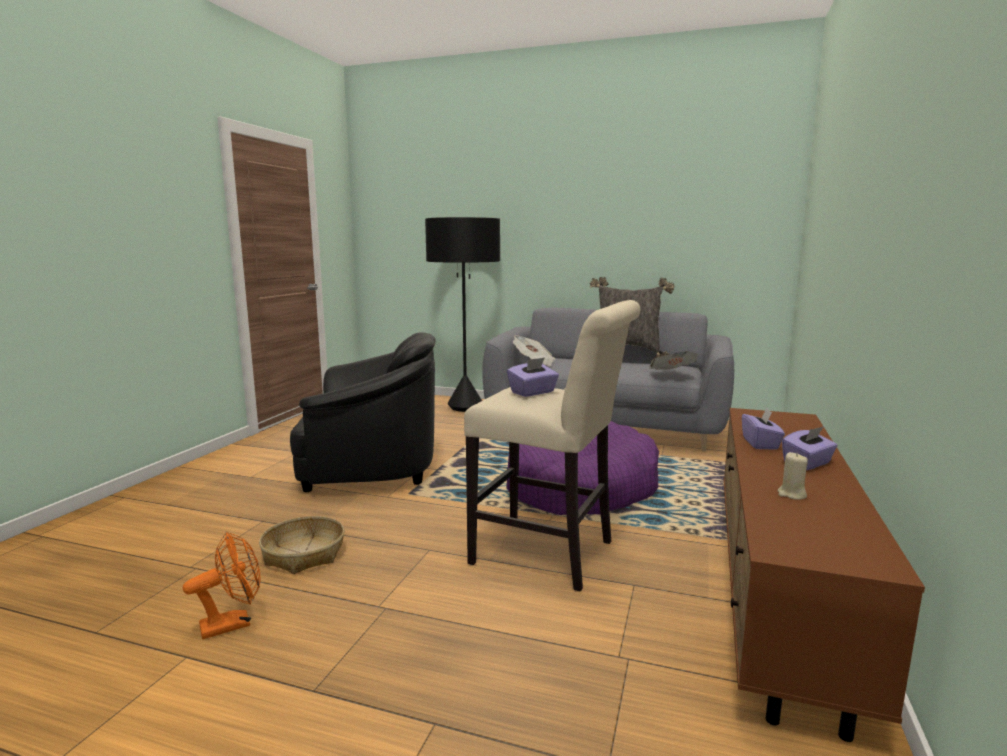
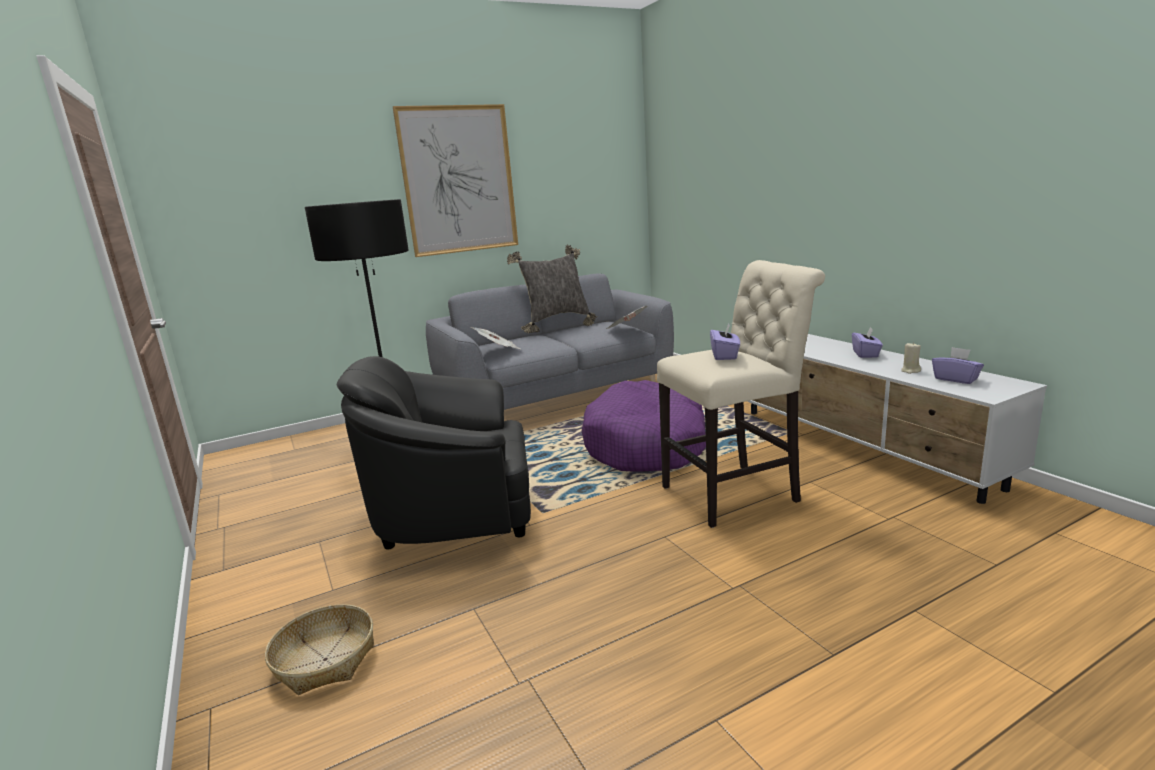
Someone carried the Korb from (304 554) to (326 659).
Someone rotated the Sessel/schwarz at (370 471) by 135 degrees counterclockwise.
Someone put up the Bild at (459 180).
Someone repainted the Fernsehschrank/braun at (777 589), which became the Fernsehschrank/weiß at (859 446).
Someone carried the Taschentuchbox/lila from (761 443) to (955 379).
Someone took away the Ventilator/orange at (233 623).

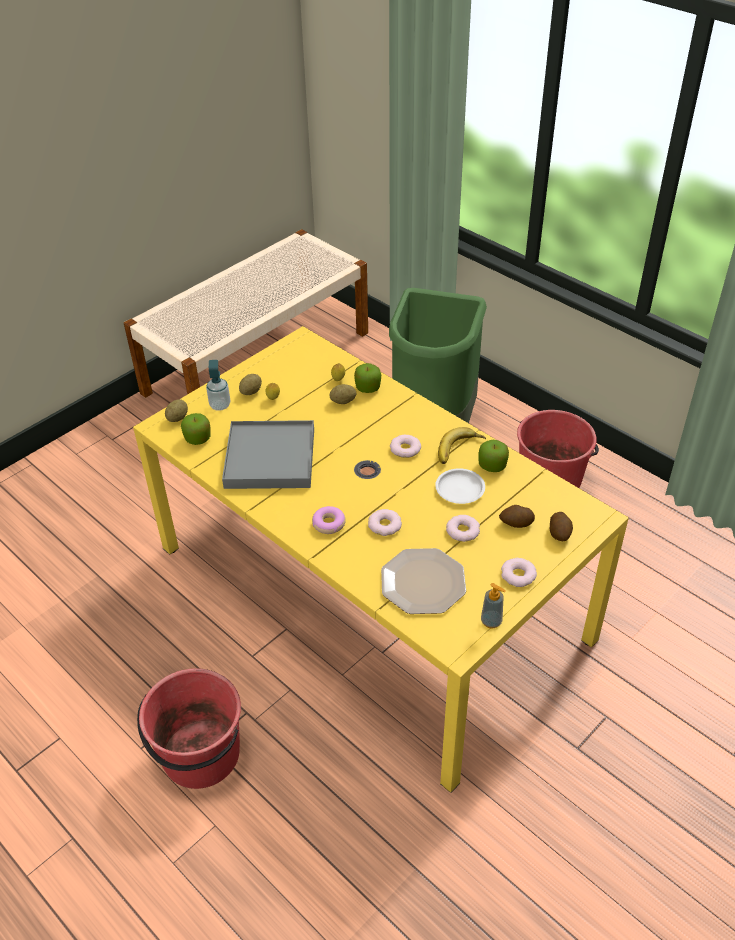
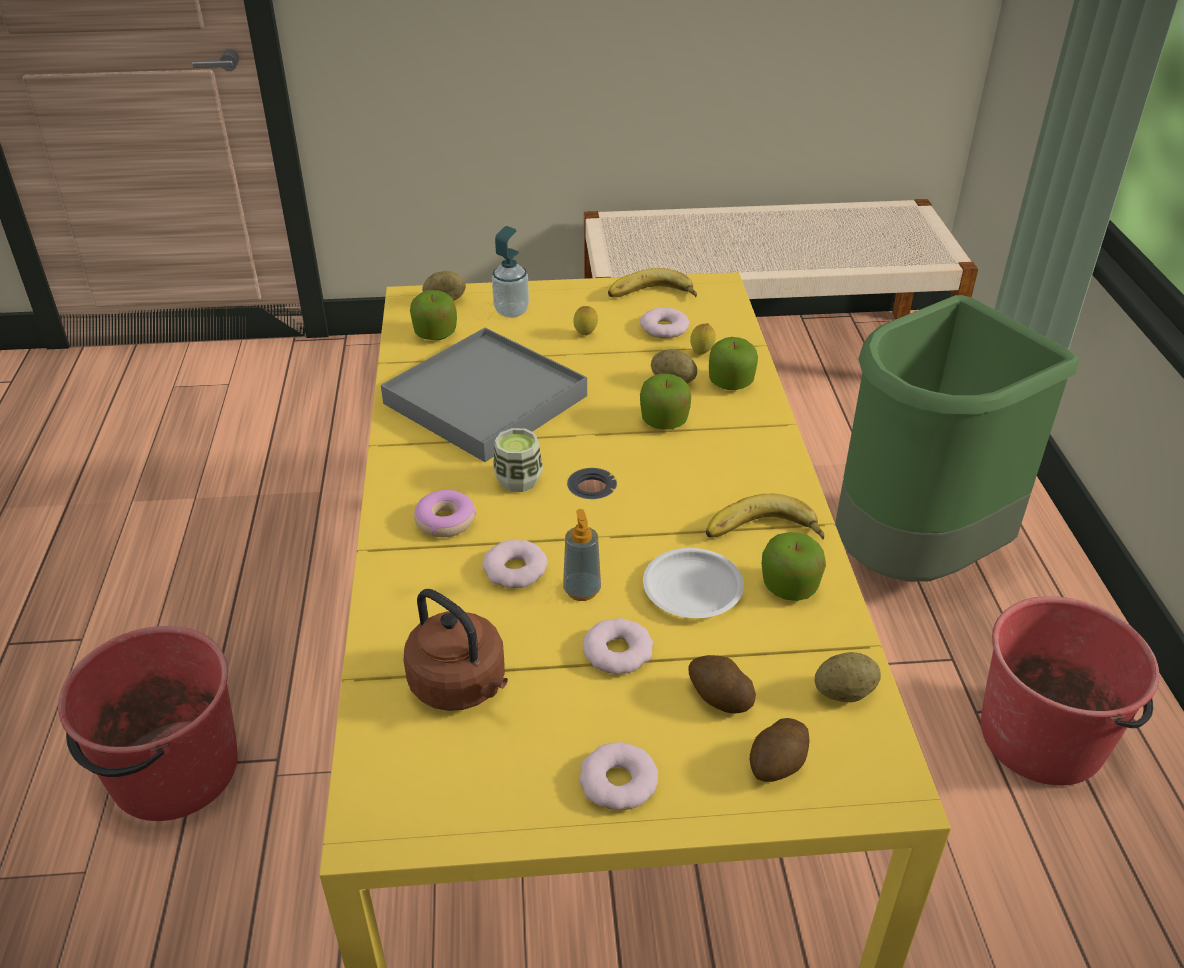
Someone swapped the Teller at (423 582) for the Wasserkessel/braun at (461 686).
Someone put down the Tasse at (518 480).
Someone carried the Seifenspender from (491 621) to (582 590).
Someone put down the Banane at (652 296).
Someone carried the Donut from (405 449) to (664 328).
Someone put down the Apfel at (664 421).
Someone carried the Kartoffel from (251 392) to (844 692).

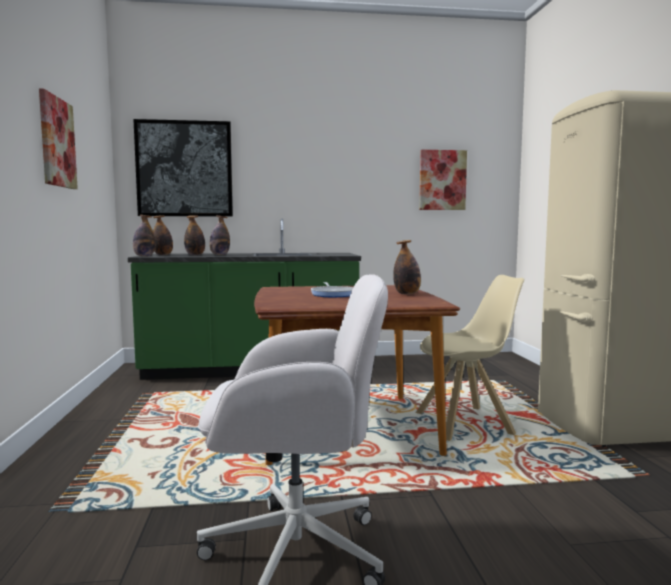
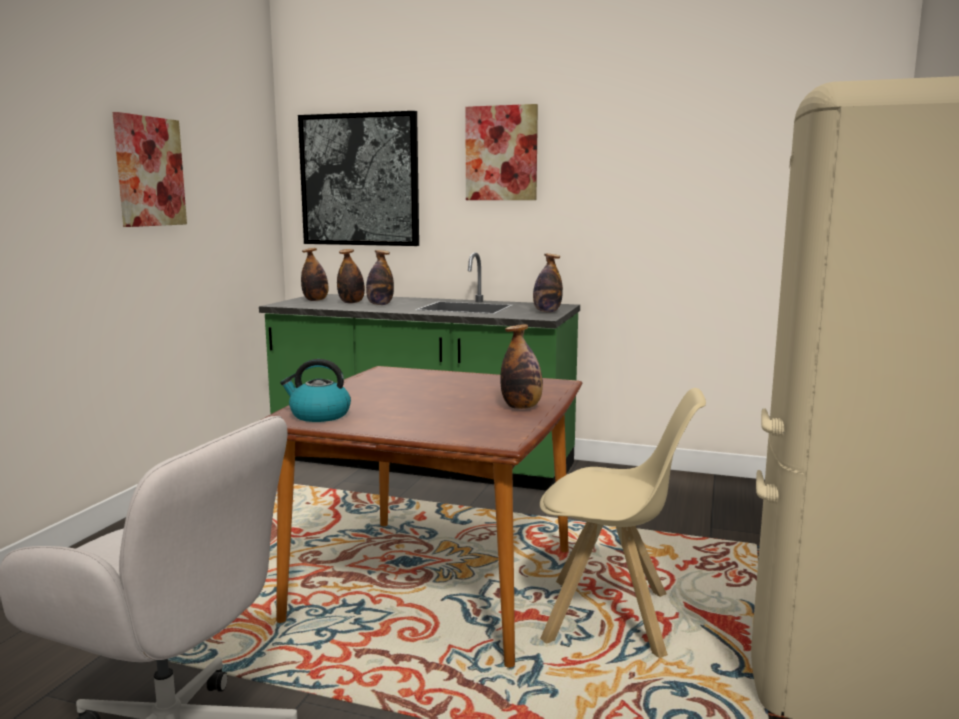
Someone put down the Wasserkessel at (319 415).
Someone carried the Bild from (442 180) to (501 153).
Someone carried the Flasche from (144 256) to (547 311).
Someone took away the Pfanne at (333 294).

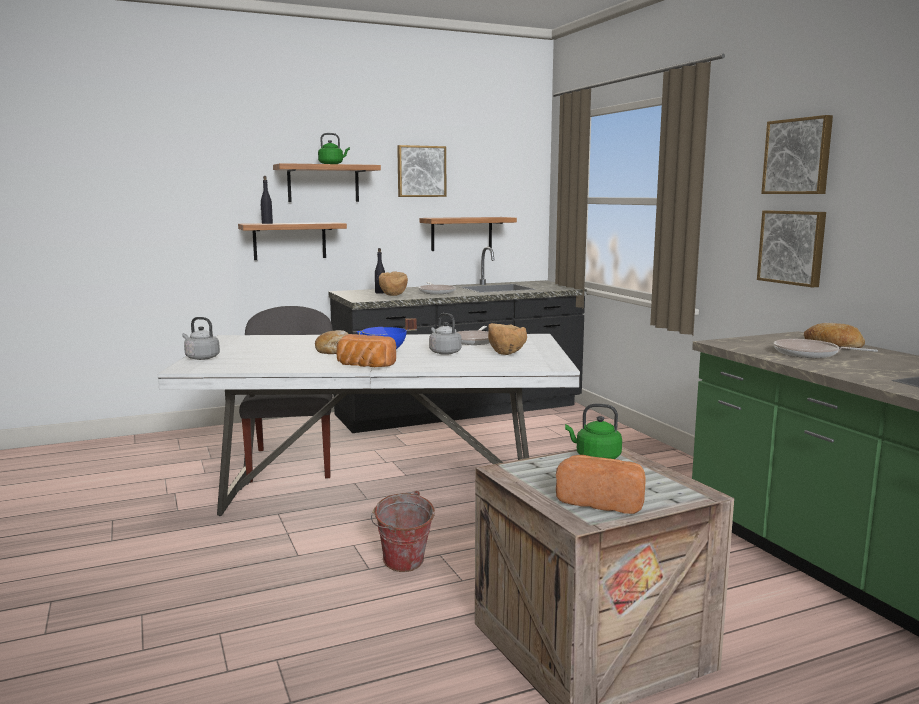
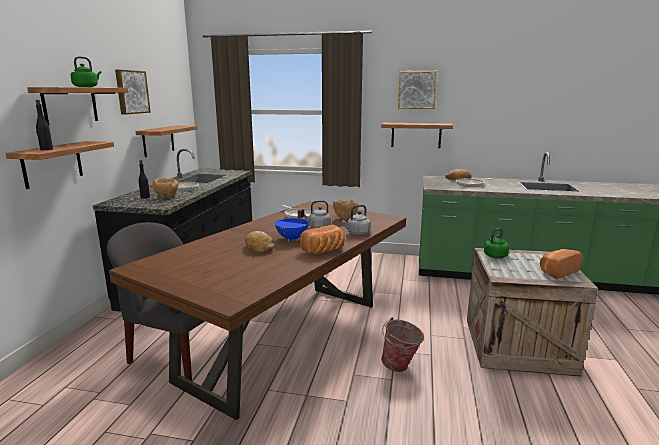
Someone repainted the Esstisch/weiß at (383 492), which became the Esstisch/braun at (286 339).
Someone carried the Wasserkessel/grau from (201 358) to (357 233).
Someone swapped the Bild at (793 247) for the Wandregal at (416 135).

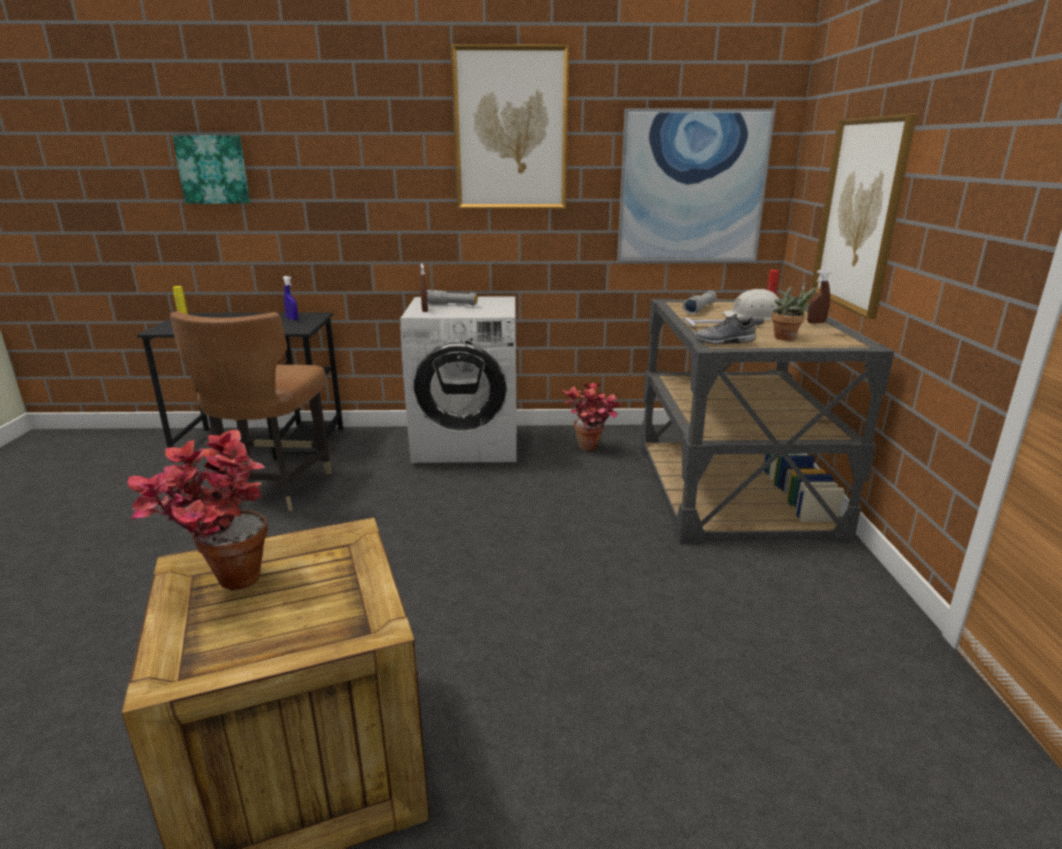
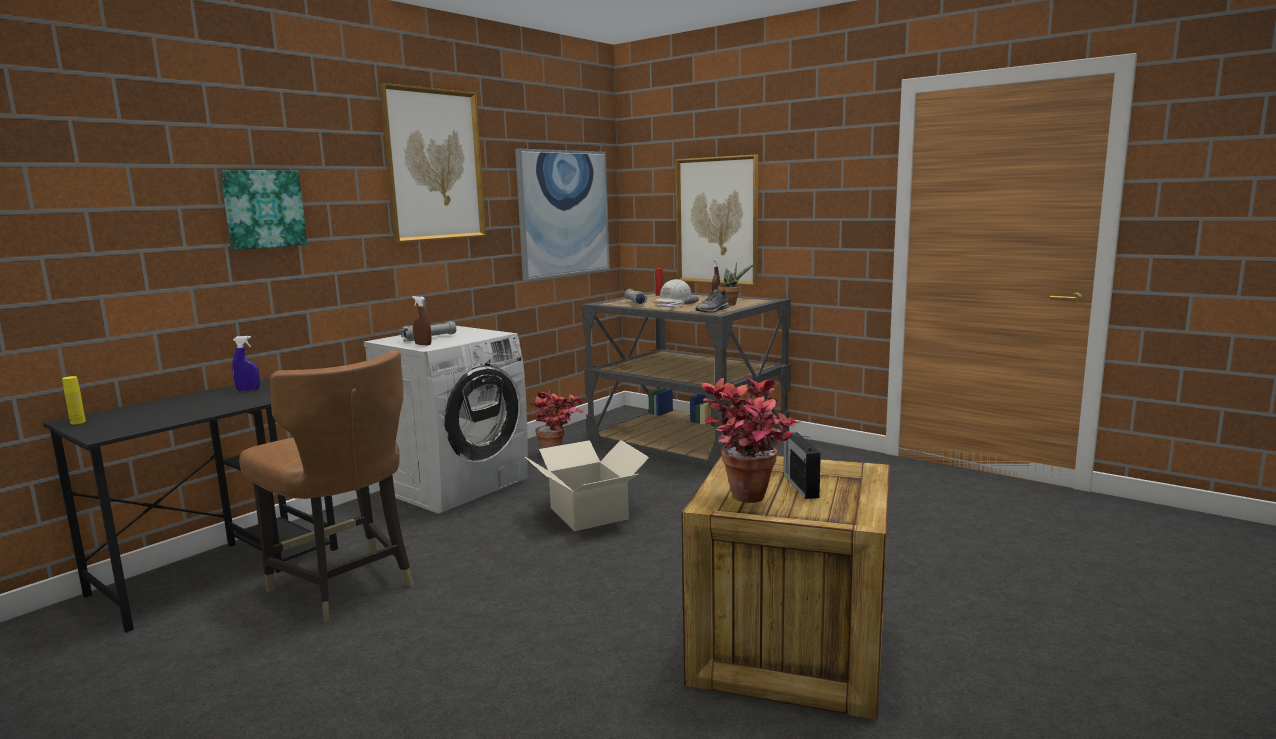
Someone carried the Bild from (213 169) to (263 209).
Someone put down the Karton at (589 513).
Someone put down the Radio at (800 485).

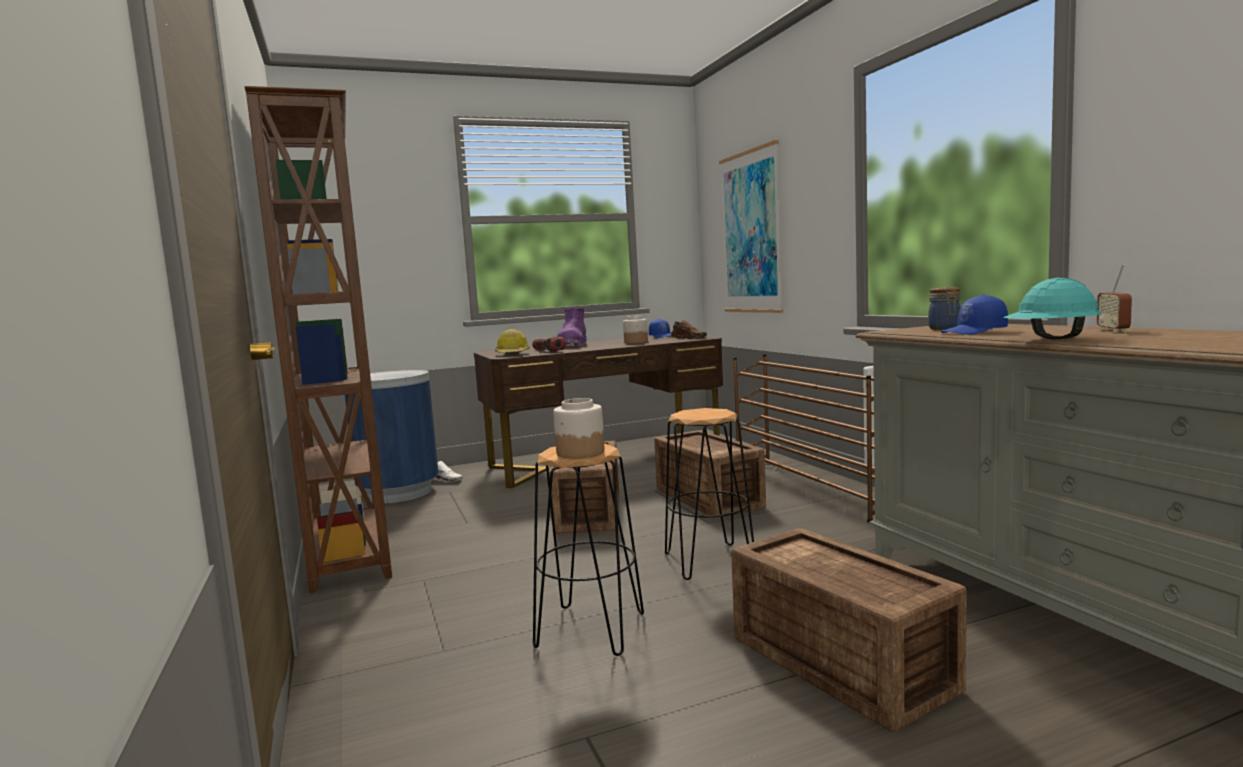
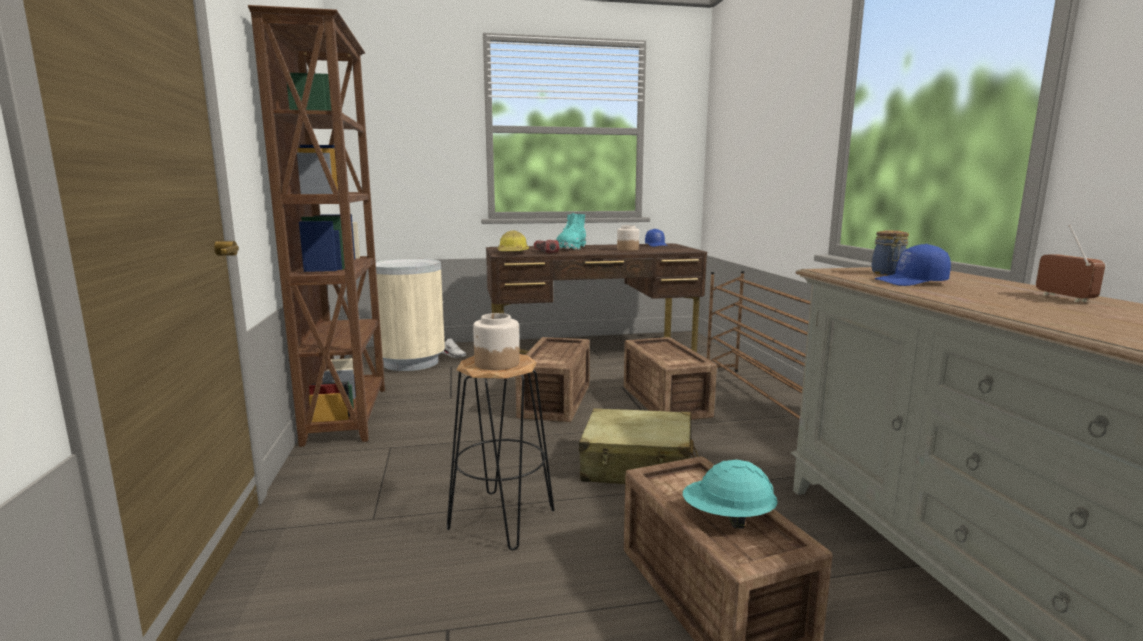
Someone repainted the Mülleimer/blau at (398 493), which became the Mülleimer/beige at (411 363).
Someone repainted the Stiefel/lila at (573 346), which became the Stiefel/türkis at (571 248).
Someone swapped the Hocker/schwarz at (710 561) for the Koffer/beige at (638 466).
Someone carried the Schutzhelm/türkis from (1051 339) to (727 519).
Someone rotated the Radio at (1113 330) by 150 degrees clockwise.
Someone took away the Schuh/braun at (689 338).
Someone took away the Bild at (751 232).

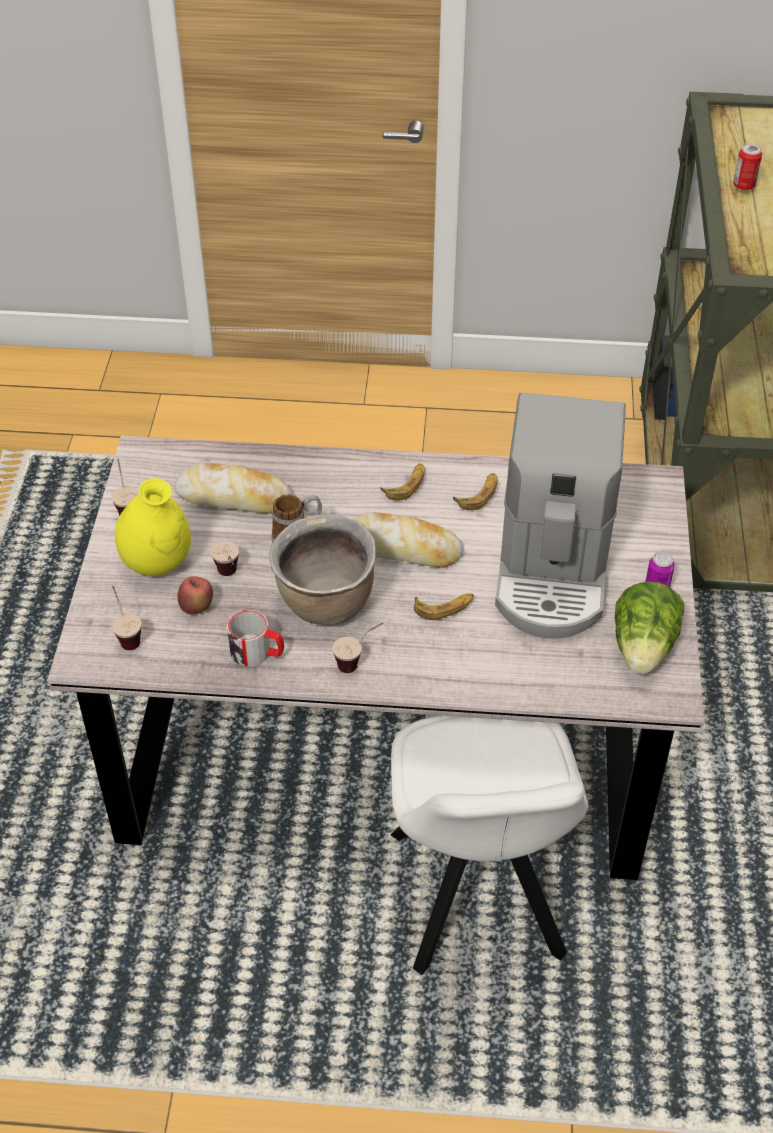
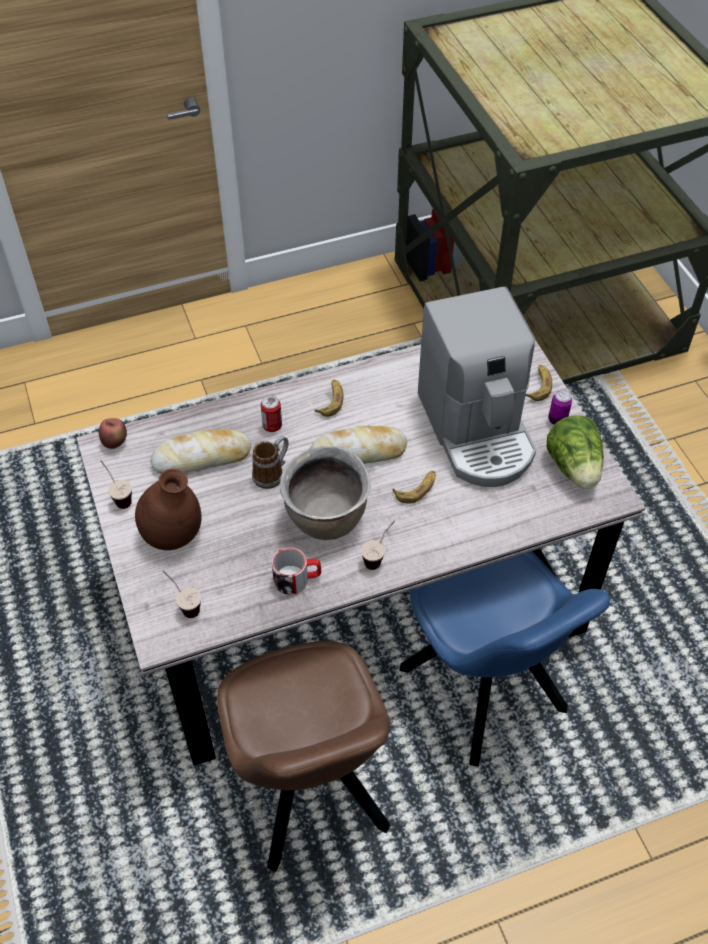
Someone carried the Apfel from (197 608) to (115 442).
Someone repainted the Vase/gelb at (157 563), which became the Vase/braun at (173 535).
Someone put down the Stuhl/braun at (310 789).
Someone carried the Dose from (743 186) to (272 426).
Someone repainted the Stuhl/weiß at (478 894), which became the Stuhl/blau at (484 689).
Someone carried the Banane from (478 495) to (538 385).
Someone took away the Tasse at (230 577).

